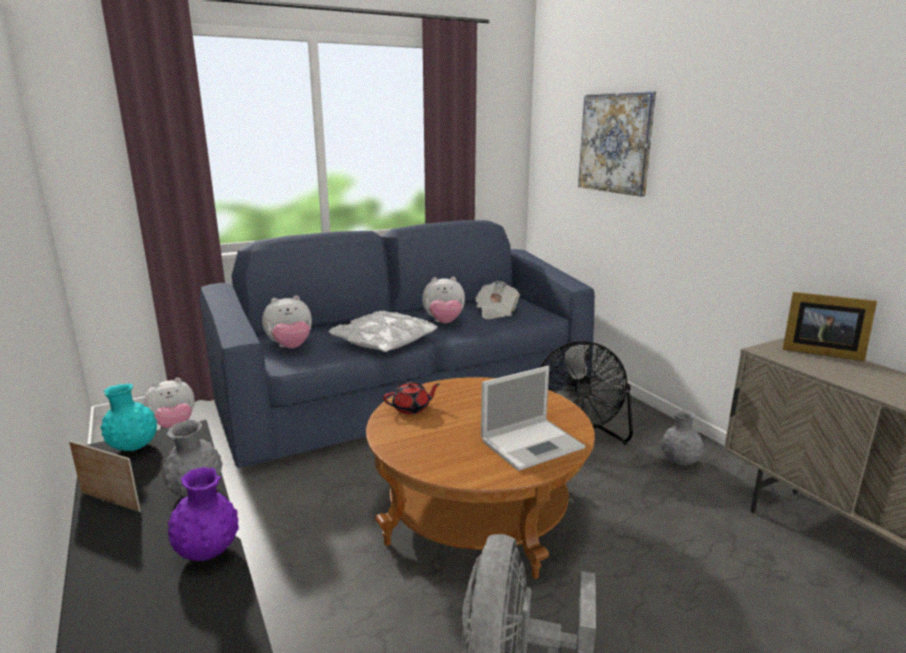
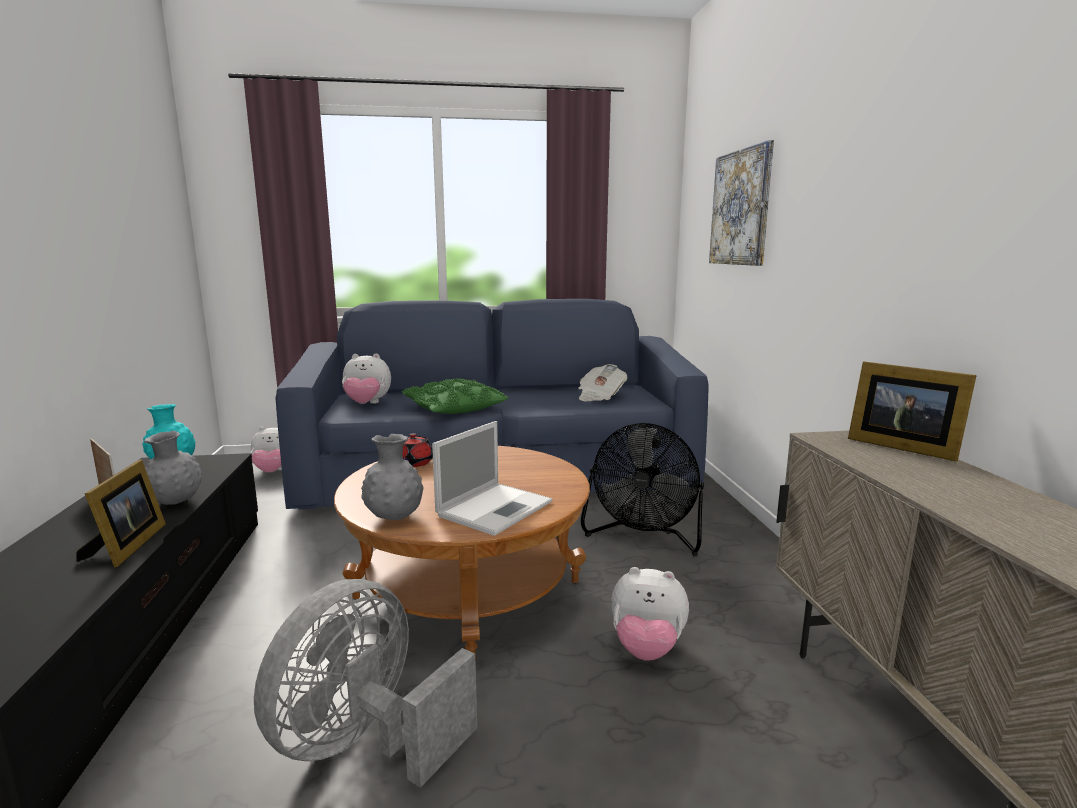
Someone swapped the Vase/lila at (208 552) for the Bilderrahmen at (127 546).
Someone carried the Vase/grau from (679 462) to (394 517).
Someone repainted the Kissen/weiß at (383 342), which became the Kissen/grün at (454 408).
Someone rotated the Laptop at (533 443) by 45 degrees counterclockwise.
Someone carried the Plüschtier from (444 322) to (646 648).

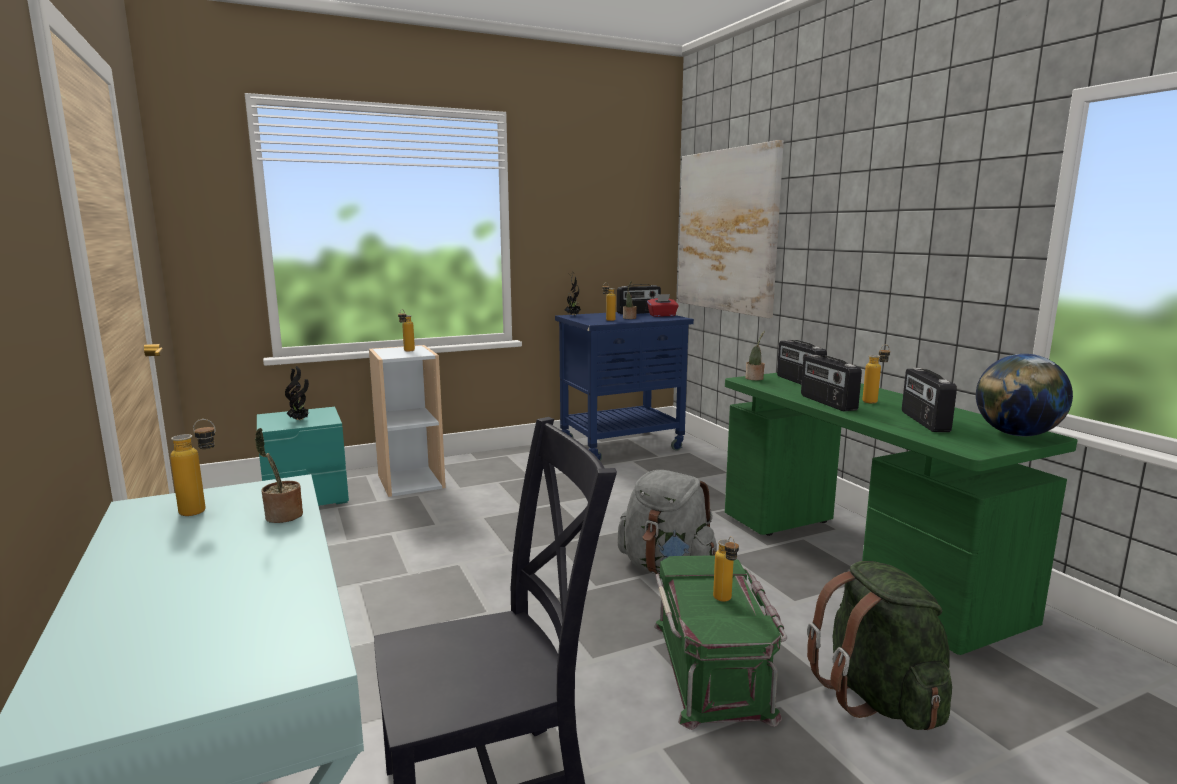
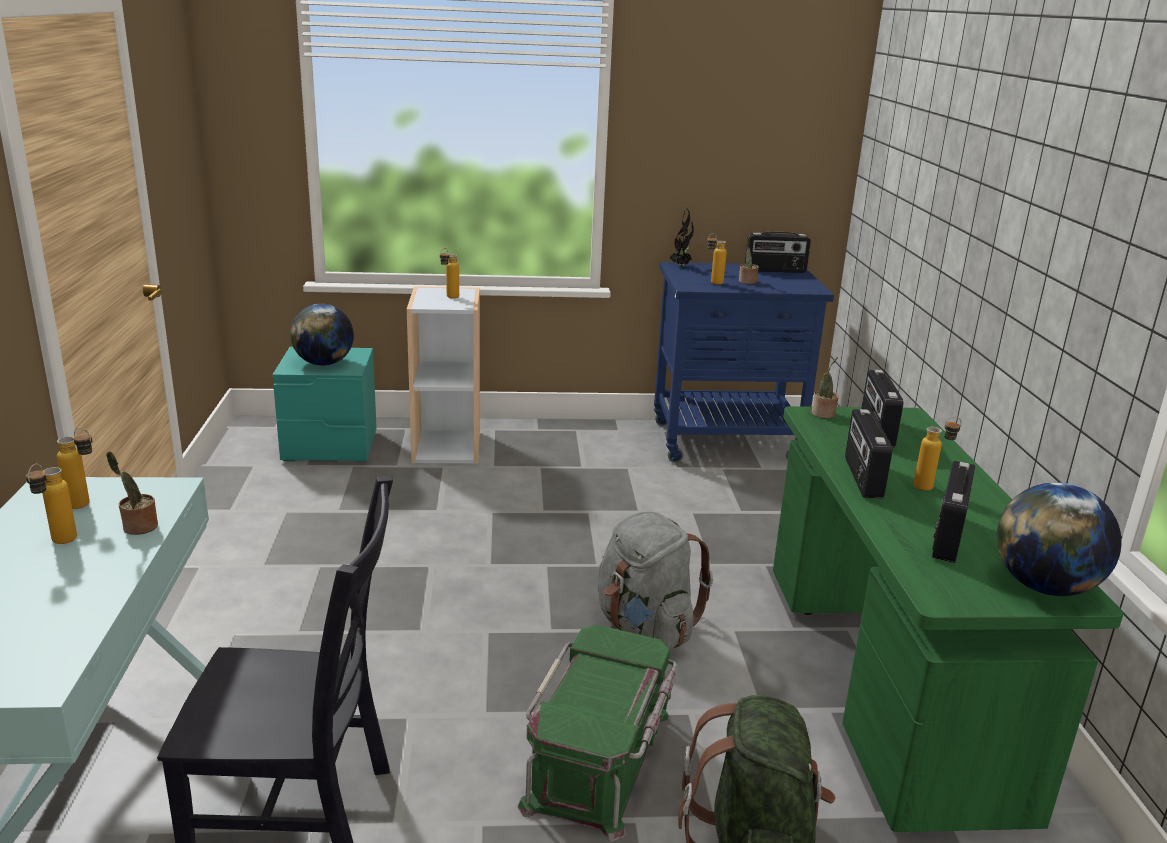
Someone carried the Flasche from (725 601) to (58 544).
Someone swapped the Topfpflanze at (300 420) for the Globus at (324 363).
Someone took away the Taschentuchbox/rot at (662 315).
Someone took away the Bild at (726 231).

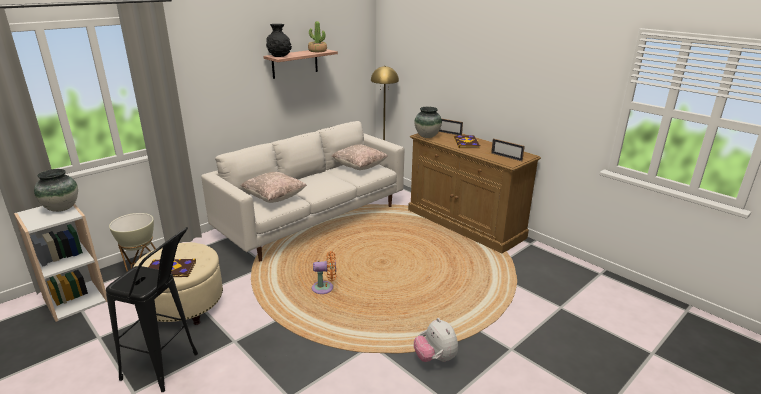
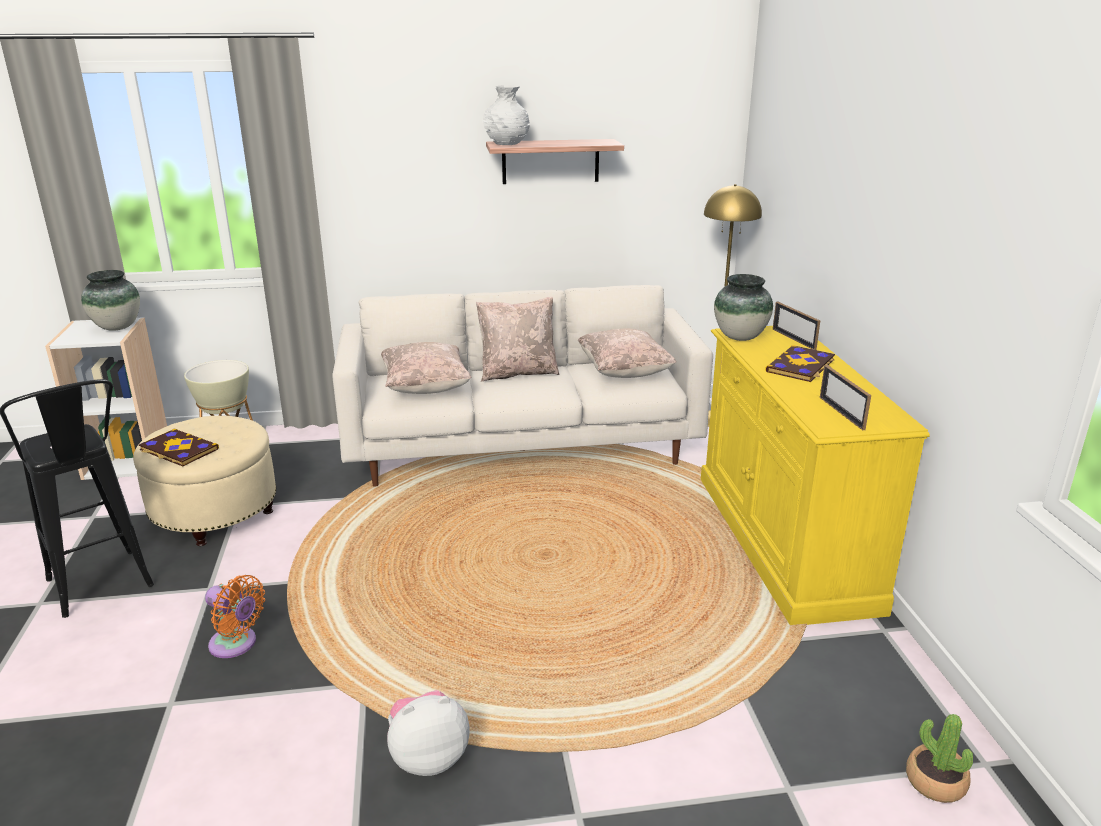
Someone carried the Ventilator/orange from (325 288) to (236 644).
Someone rotated the Plüschtier at (435 358) by 60 degrees clockwise.
Someone put down the Kissen/beige at (518 373).
Someone repainted the Vase/schwarz at (279 56), which became the Vase/weiß at (507 144).
Someone repainted the Schrank/braun at (465 224), which became the Schrank/gelb at (783 541).
Someone carried the Topfpflanze from (317 51) to (935 782).

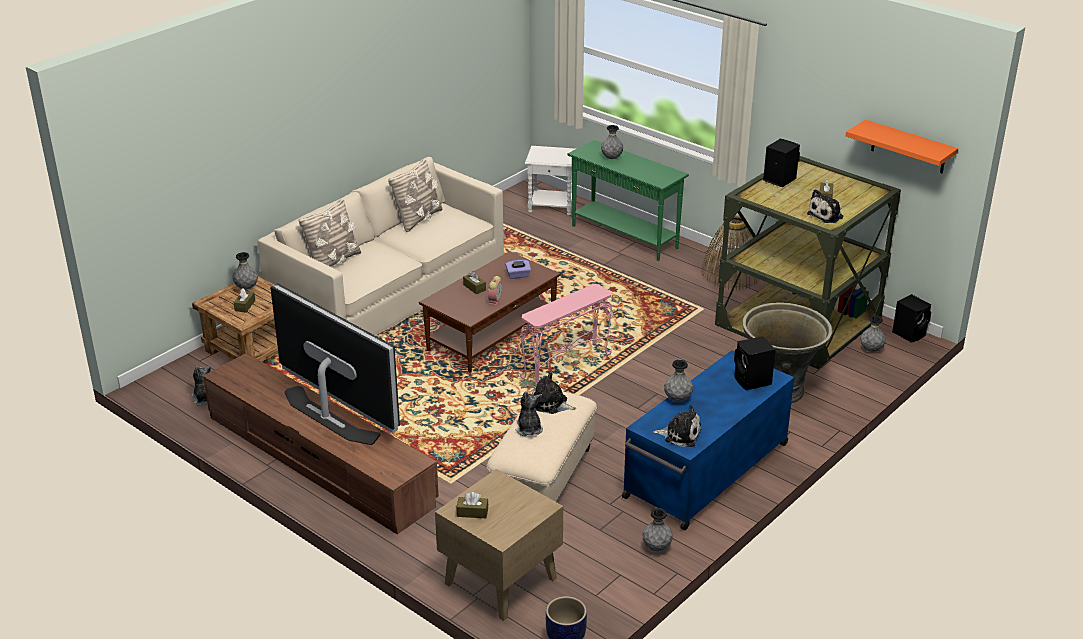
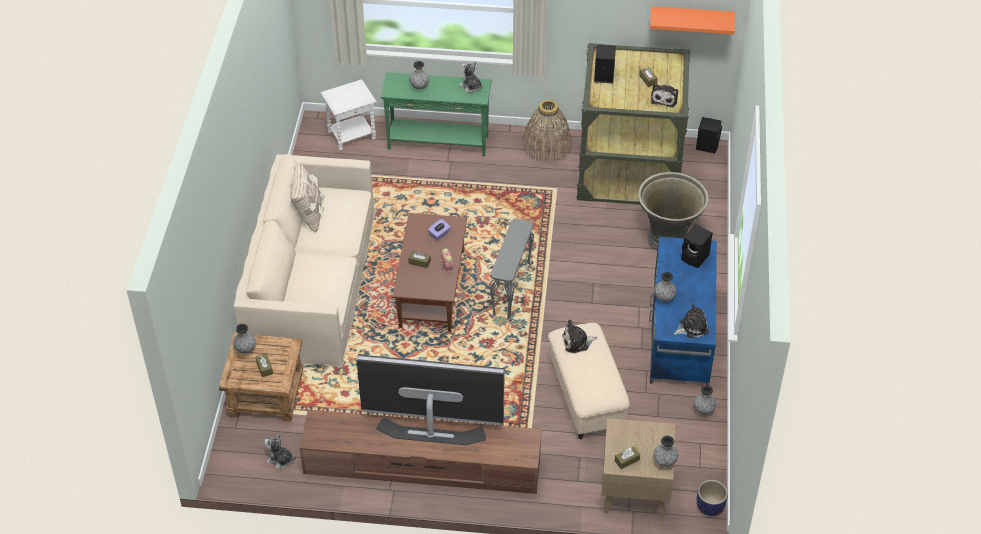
Someone carried the Plüschtier from (528 429) to (471 87).
Someone repainted the Beistelltisch/rosa at (566 366), which became the Beistelltisch/grau at (511 290).
Someone carried the Vase/grau from (871 350) to (664 462).
Someone took away the Kissen/beige at (333 262).

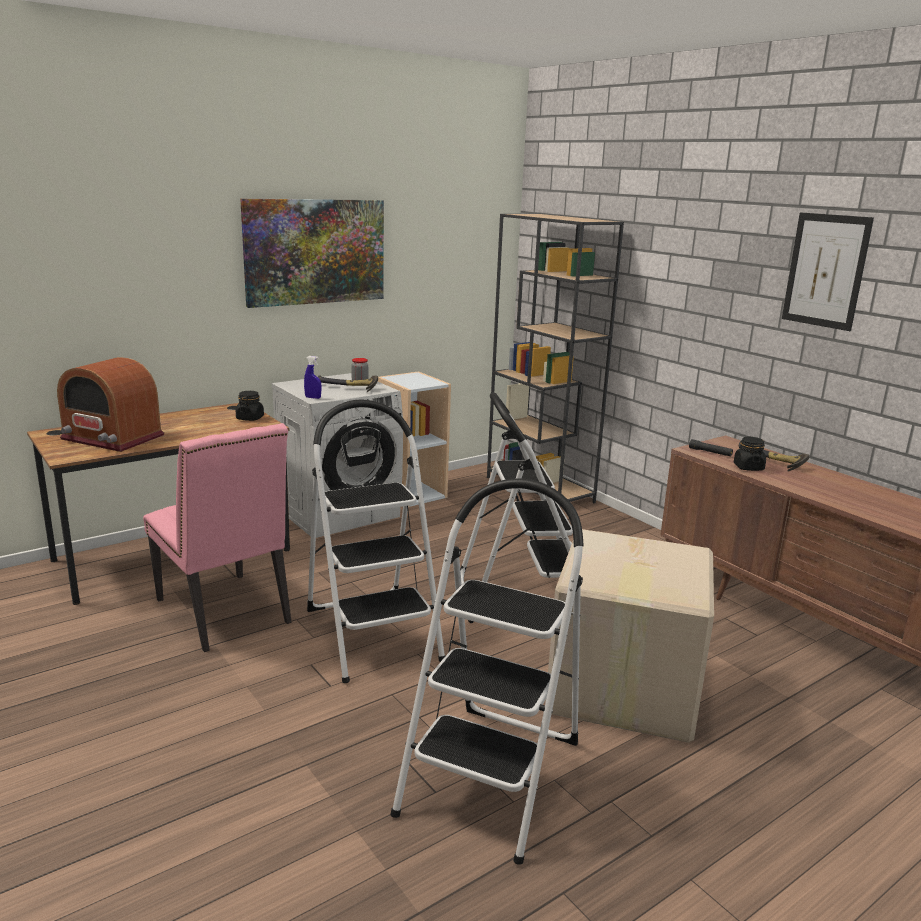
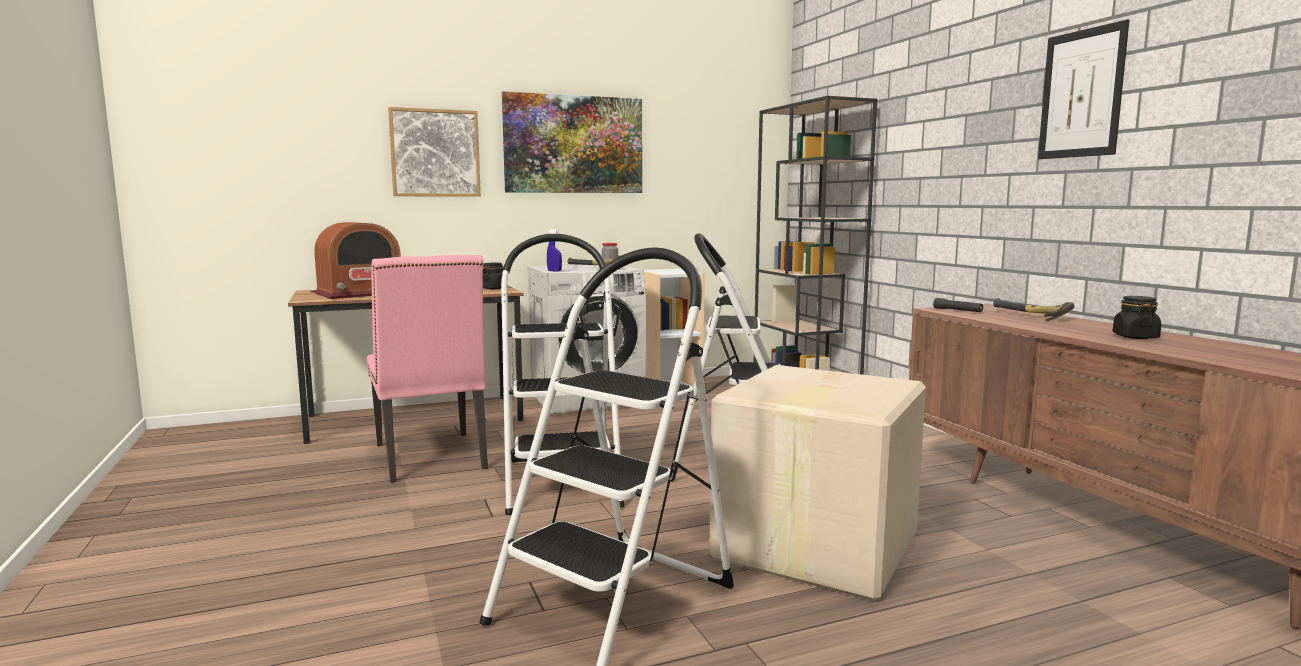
Someone rotated the Radio at (112 437) by 75 degrees counterclockwise.
Someone put up the Bild at (435 153).
Someone carried the Vorratsglas/schwarz from (748 467) to (1135 337).

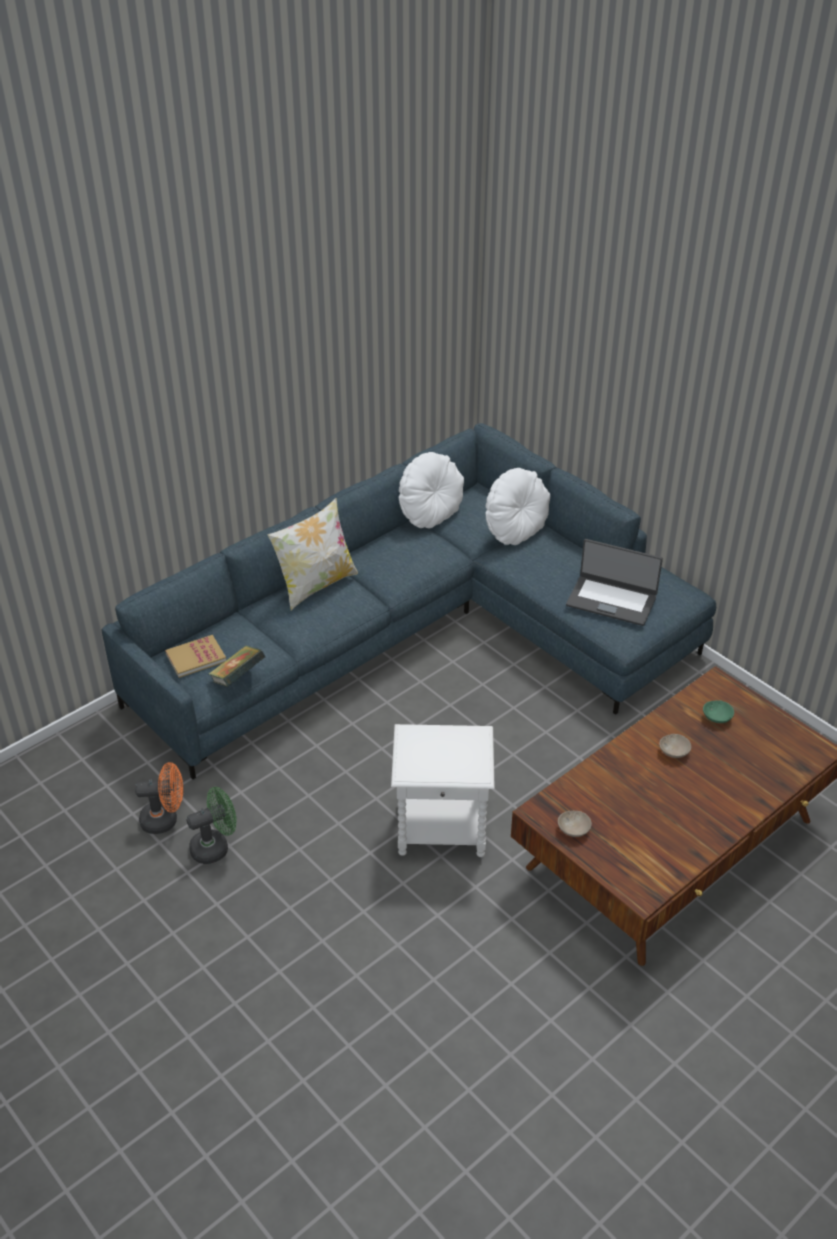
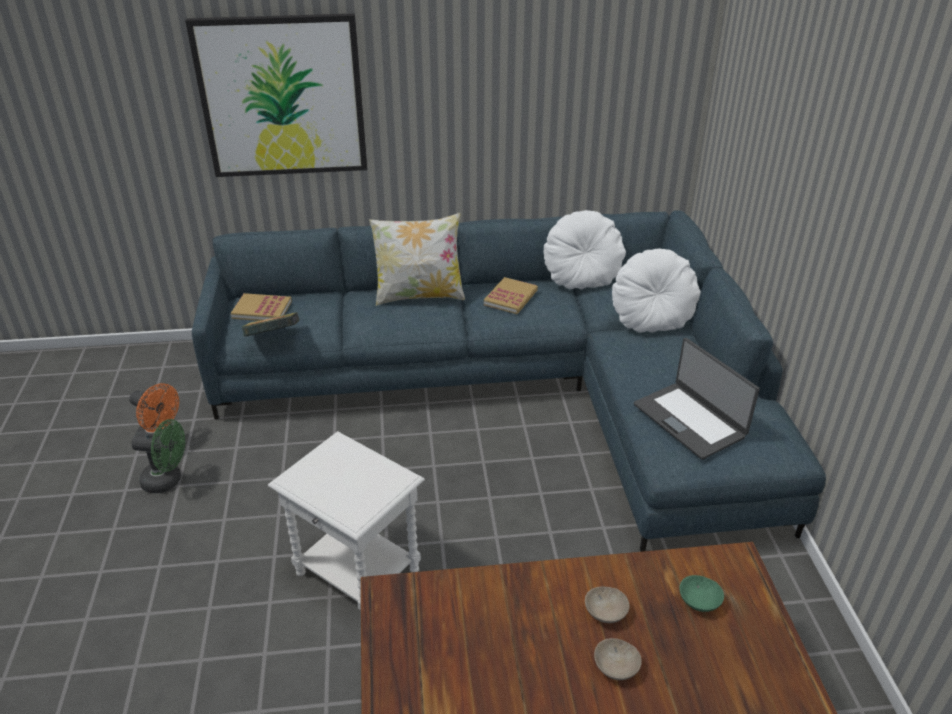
Someone put up the Bild at (282 97).
Someone put down the Buch at (510 298).
Someone carried the Schüssel/beige from (573 830) to (615 667).

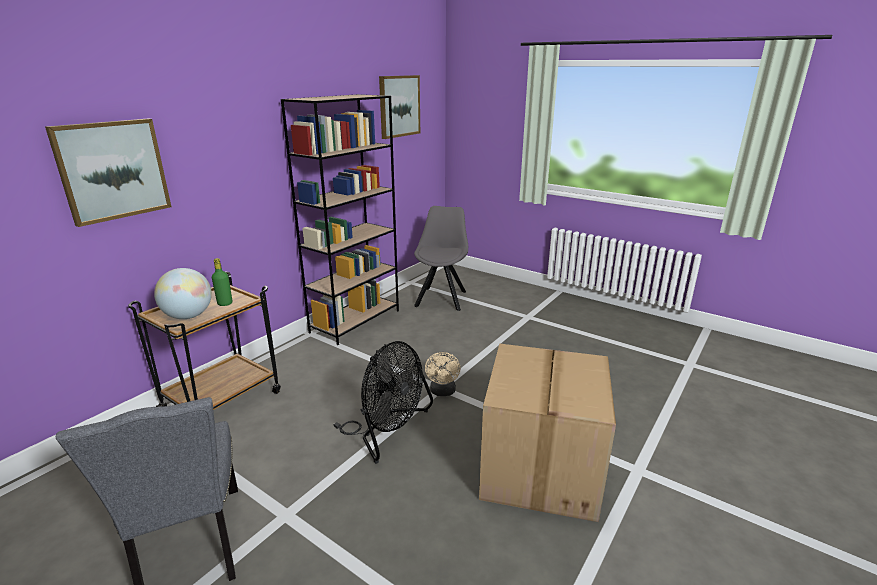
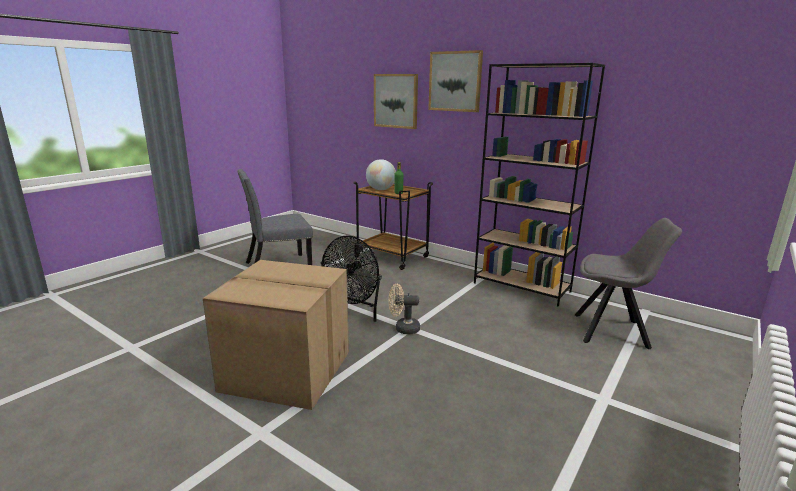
Someone carried the Bild from (399 106) to (455 81).

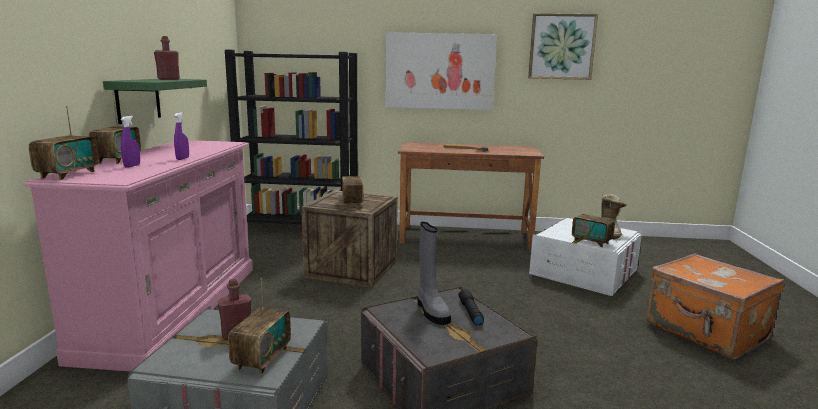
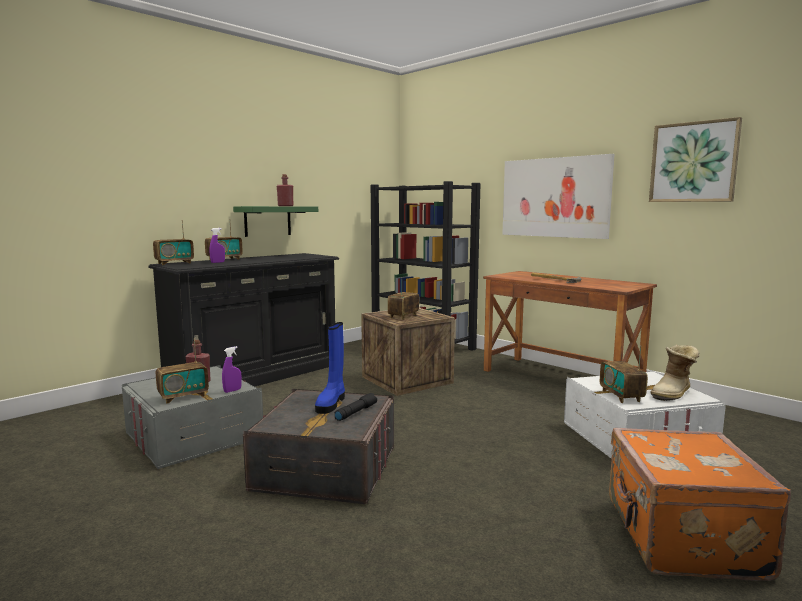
Someone repainted the Schrank/rosa at (174 308), which became the Schrank/schwarz at (256 375).
Someone carried the Sprühflasche/lila from (182 158) to (232 390).
Someone repainted the Stiefel/grau at (431 311), which became the Stiefel/blau at (331 403).

